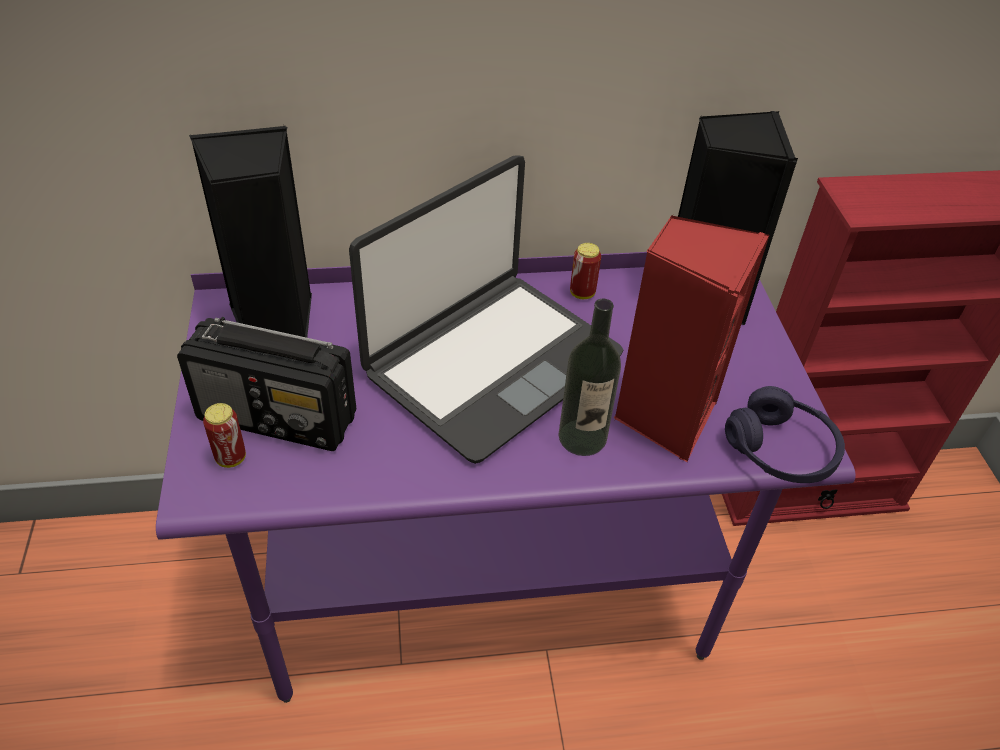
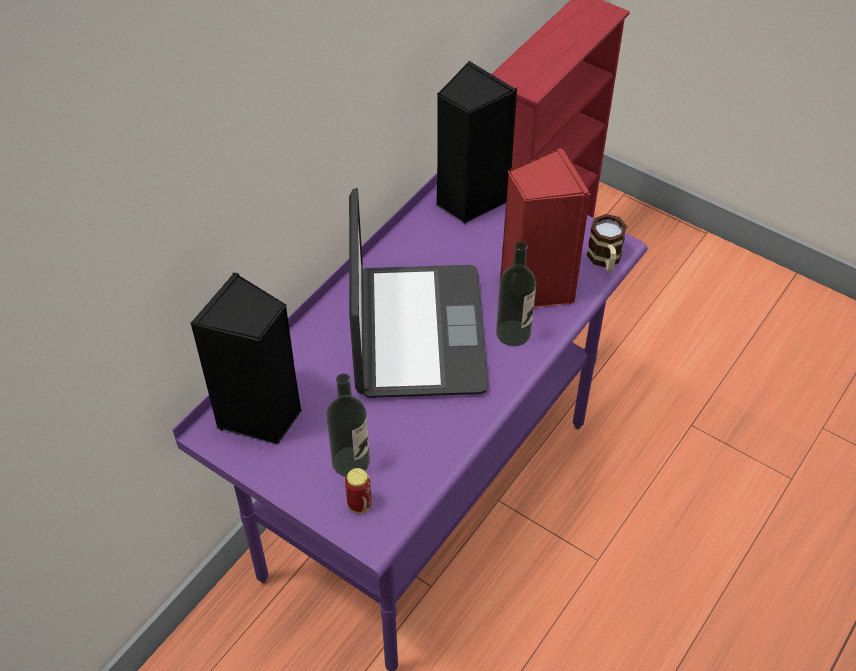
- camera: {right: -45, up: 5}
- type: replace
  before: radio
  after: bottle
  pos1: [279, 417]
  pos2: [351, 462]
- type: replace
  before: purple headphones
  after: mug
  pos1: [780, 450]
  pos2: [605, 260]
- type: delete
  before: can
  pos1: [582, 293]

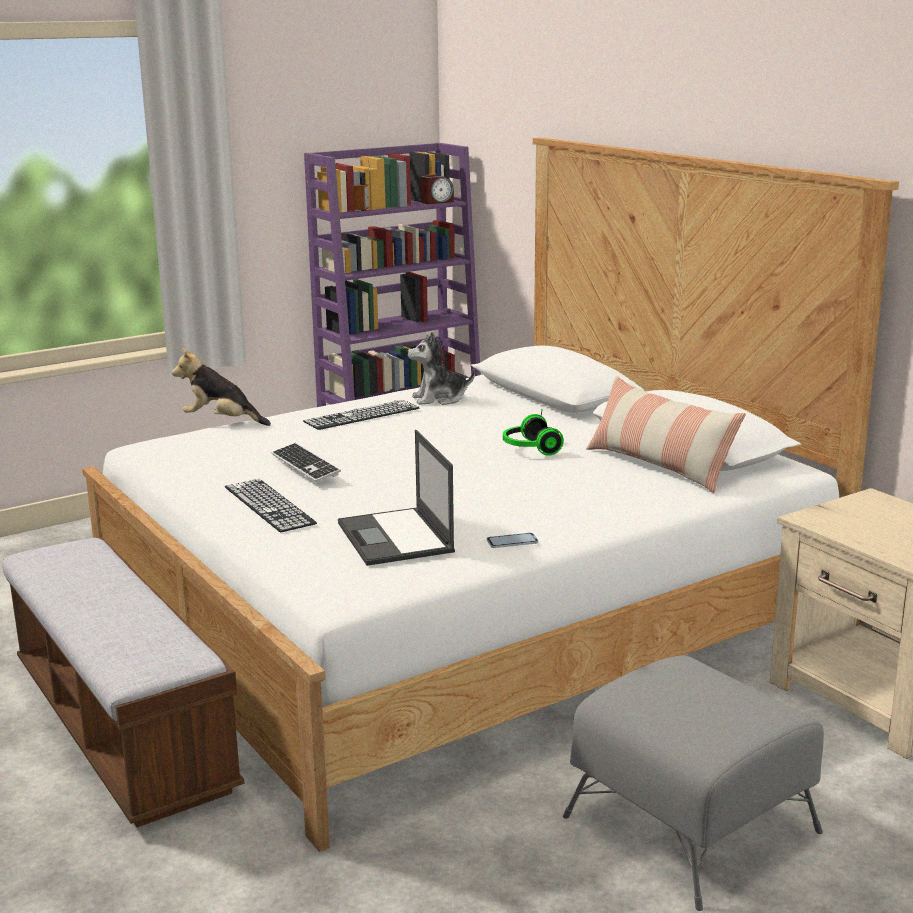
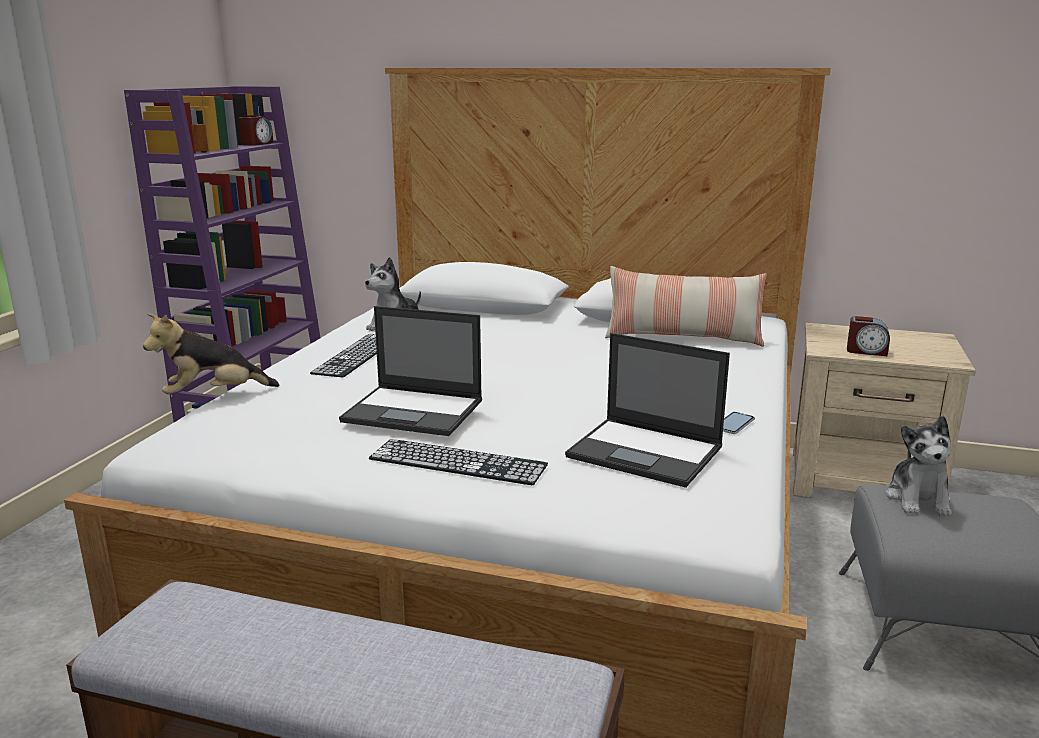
- camera: {right: -40, up: 0}
- type: replace
  before: keyboard
  after: laptop
  pos1: [305, 465]
  pos2: [415, 411]
- type: insert
  after: alarm clock
  pos2: [866, 351]
- type: insert
  after: plush toy
  pos2: [918, 499]
- type: delete
  before: headphones
  pos1: [529, 449]

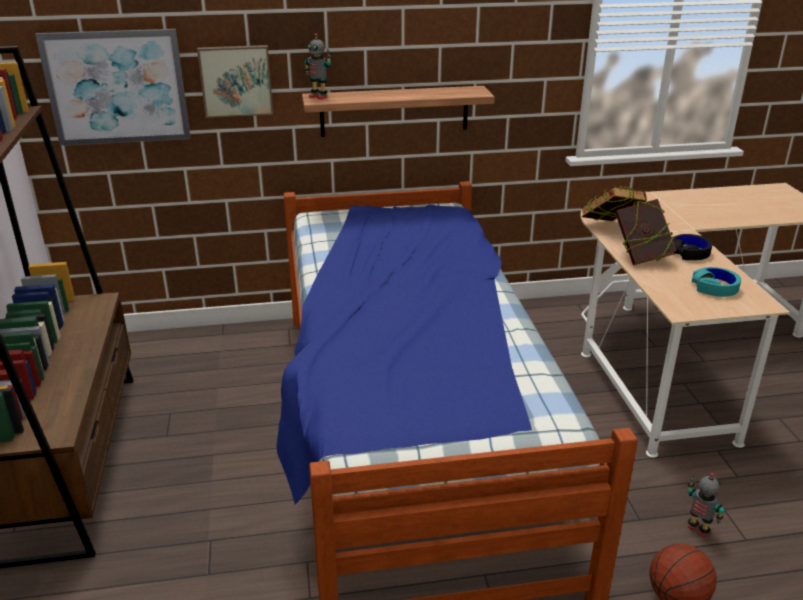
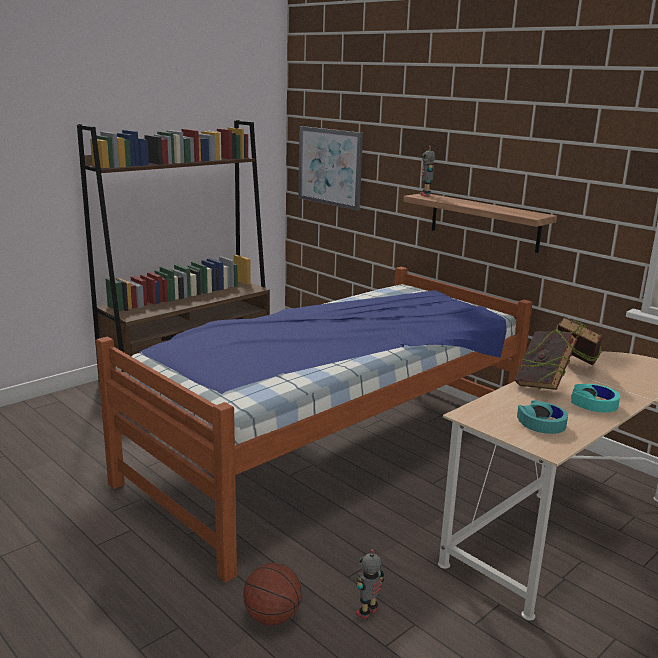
- camera: {right: 55, up: -10}
- type: rotate
  before: toy robot
  pos1: [698, 530]
  pos2: [368, 613]
  turn: -150
- type: recolor
  before: black headphones
  after: turquoise headphones
  pos1: [689, 253]
  pos2: [594, 404]
- type: delete
  before: picture
  pos1: [236, 80]

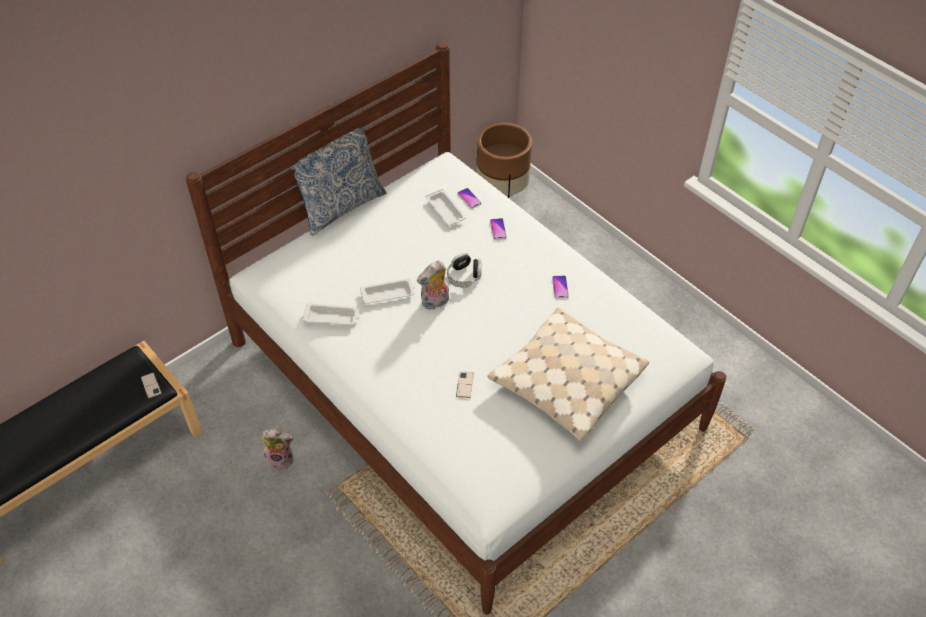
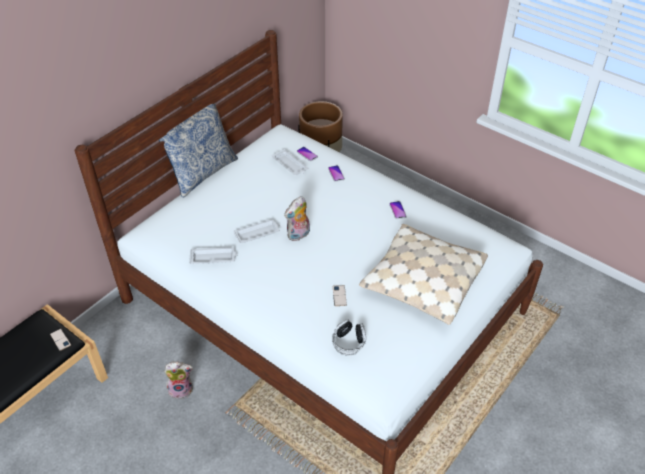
- camera: {right: -10, up: -5}
- type: move
  before: headphones
  pos1: [464, 276]
  pos2: [349, 342]

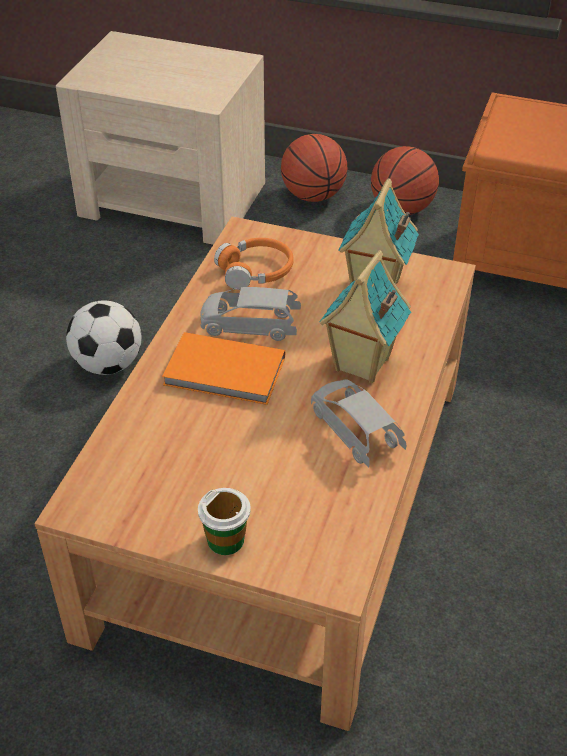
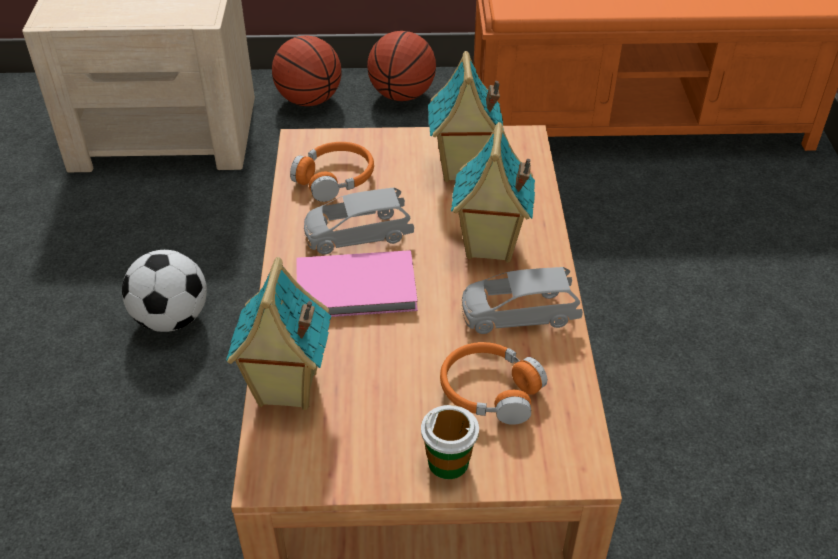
- camera: {right: -20, up: 0}
- type: insert
  after: toy house
  pos2: [286, 390]
- type: recolor
  before: orange book
  after: pink book
  pos1: [225, 373]
  pos2: [358, 290]
- type: insert
  after: orange headphones
  pos2: [490, 391]
- type: rotate
  before: grey toy car
  pos1: [355, 431]
  pos2: [518, 314]
  turn: -45

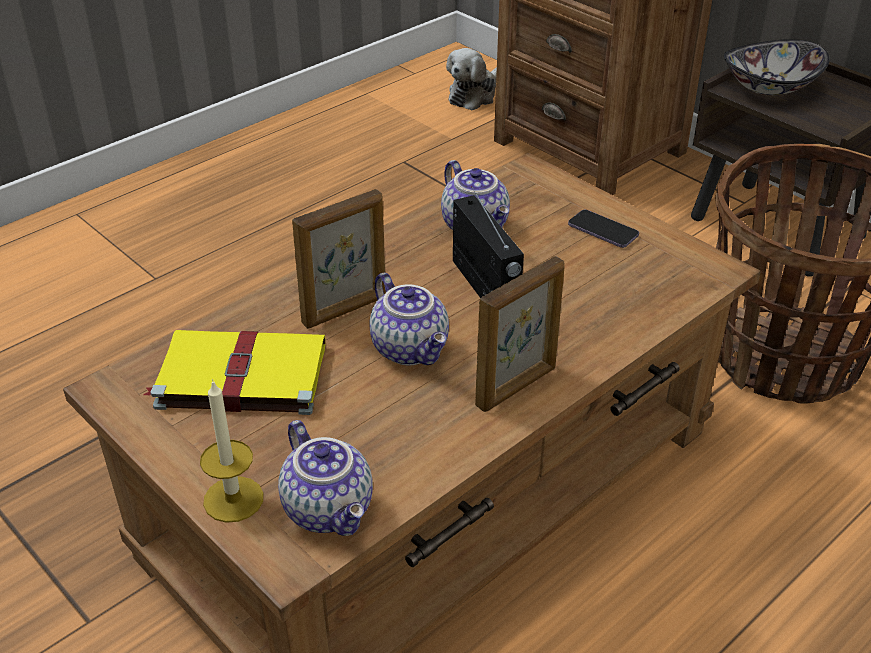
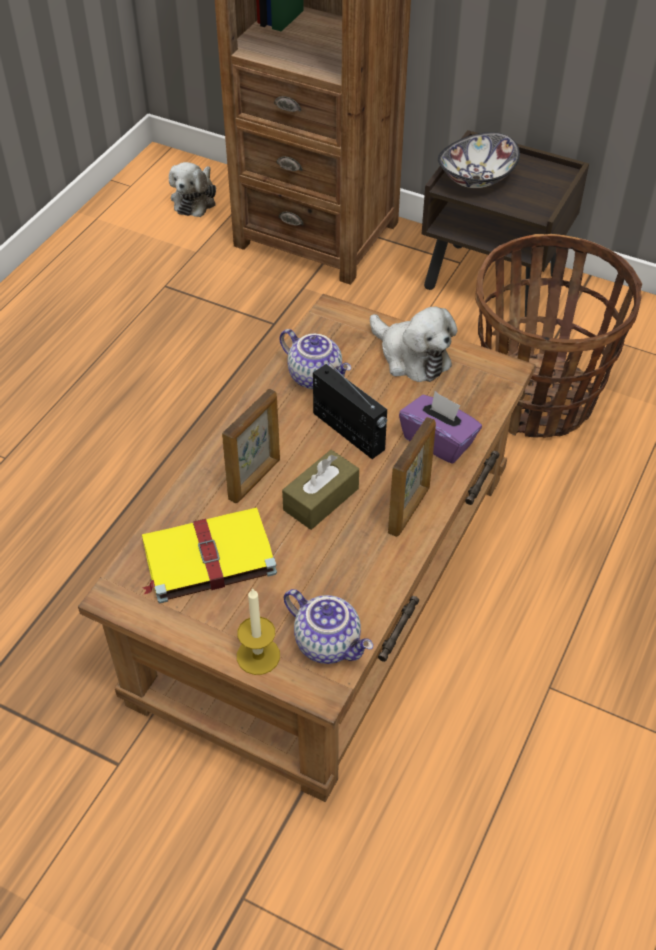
- camera: {right: -20, up: 10}
- type: replace
  before: teapot
  after: brown tissue box
  pos1: [412, 349]
  pos2: [321, 499]
- type: replace
  before: phone
  after: plush toy
  pos1: [603, 231]
  pos2: [411, 356]
- type: insert
  after: purple tissue box
  pos2: [438, 441]

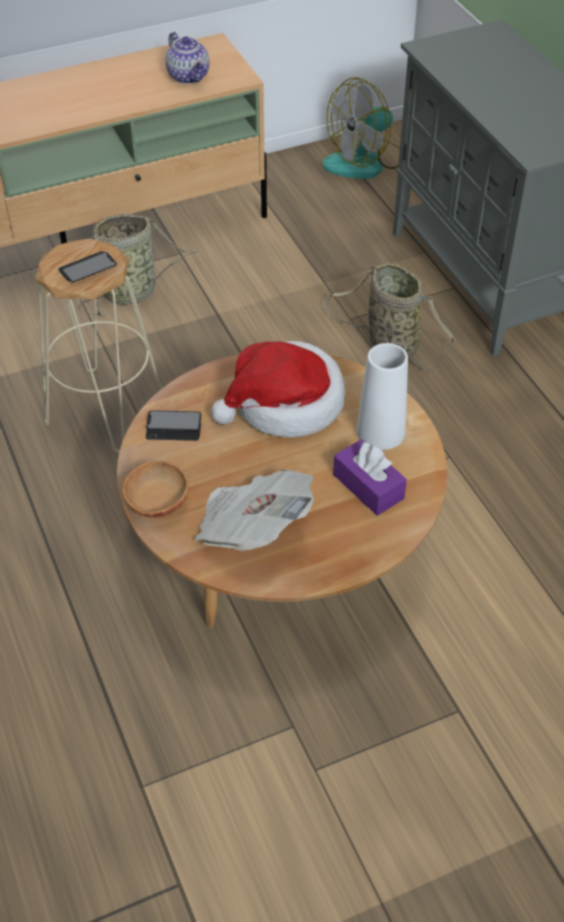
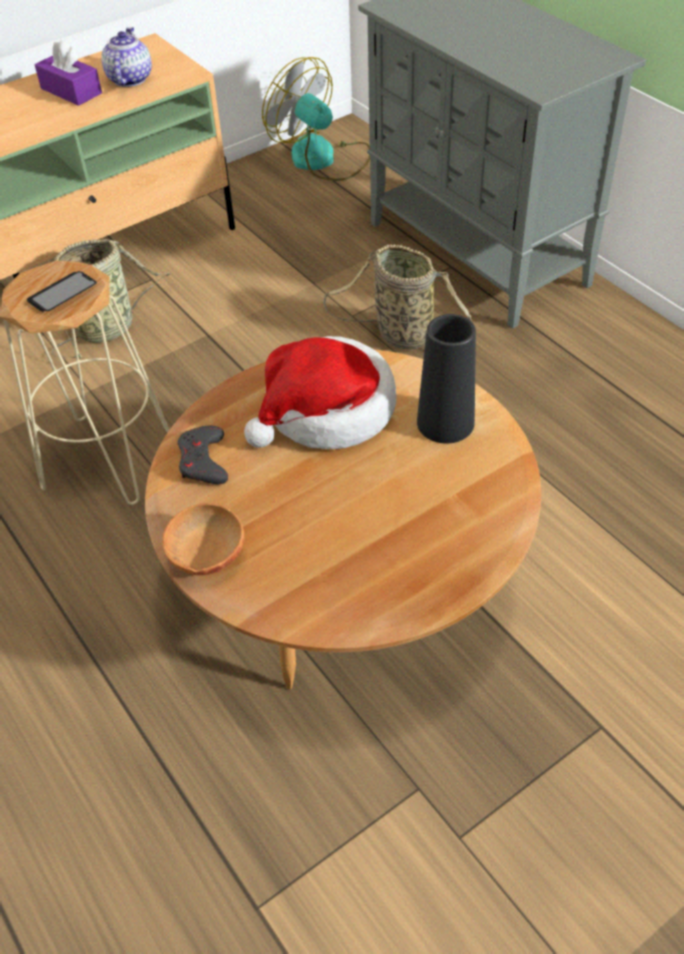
- camera: {right: -10, up: 0}
- type: move
  before: purple tissue box
  pos1: [368, 486]
  pos2: [71, 91]
- type: rotate
  before: teapot
  pos1: [189, 76]
  pos2: [129, 79]
  turn: -135
- type: replace
  before: phone
  after: grey game controller
  pos1: [173, 427]
  pos2: [203, 461]
- type: rotate
  before: fan
  pos1: [365, 162]
  pos2: [323, 159]
  turn: 90
- type: recolor
  before: white vase
  after: black vase
  pos1: [380, 432]
  pos2: [445, 422]
- type: delete
  before: newspaper
  pos1: [253, 528]

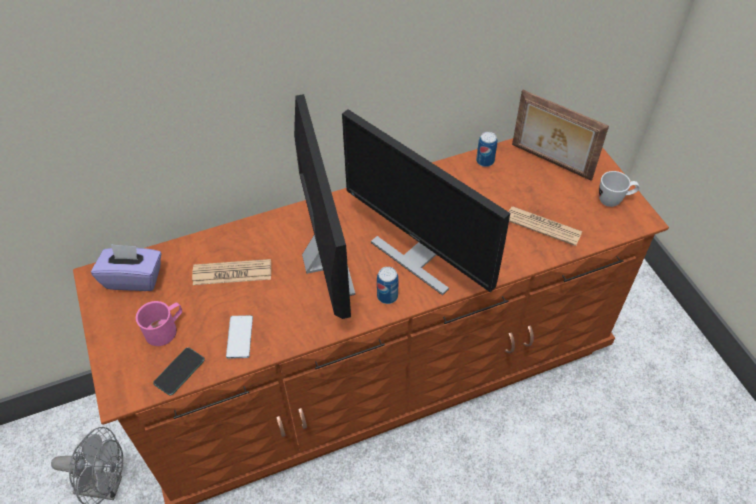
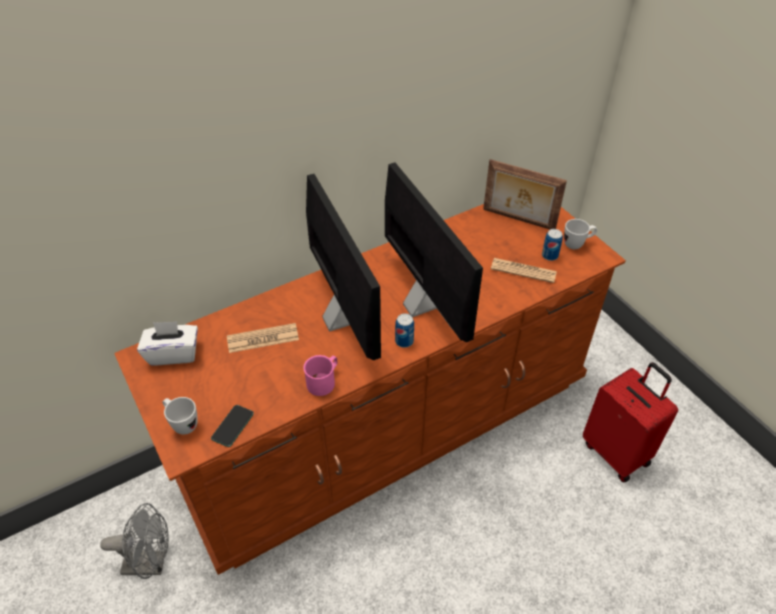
- camera: {right: -10, up: -5}
- type: recolor
  before: purple tissue box
  after: white tissue box
  pos1: [134, 278]
  pos2: [173, 353]
- type: insert
  after: white mug
  pos2: [182, 423]
- type: move
  before: pink mug
  pos1: [165, 329]
  pos2: [324, 381]
- type: rotate
  before: monitor
  pos1: [418, 255]
  pos2: [423, 305]
  turn: -150
- type: move
  before: can
  pos1: [485, 161]
  pos2: [549, 255]
- type: insert
  after: red suitcase
  pos2: [616, 452]
- type: delete
  before: phone
  pos1: [239, 337]

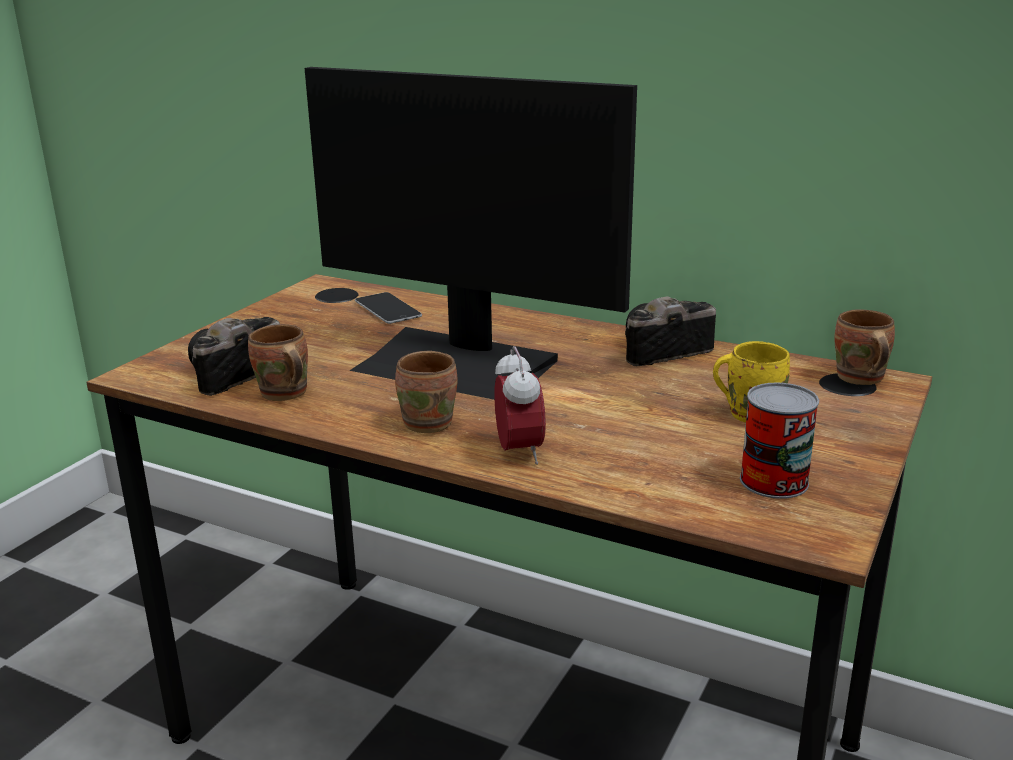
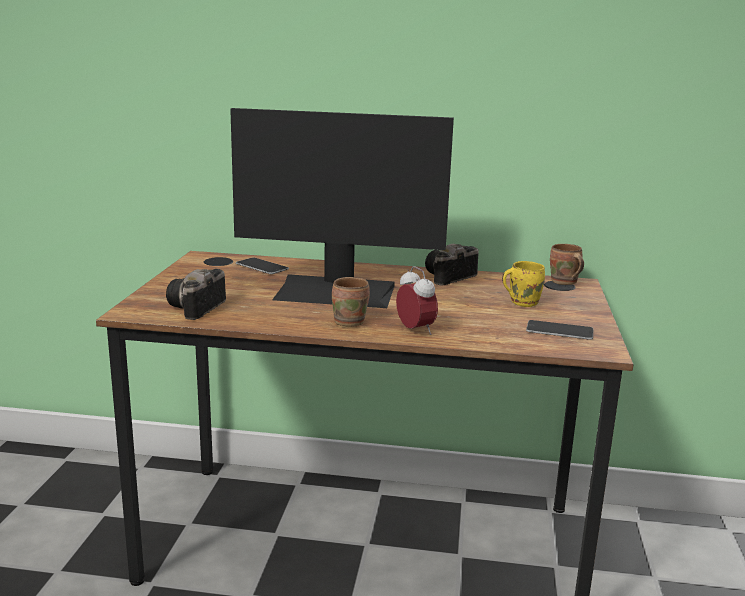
- camera: {right: -20, up: -5}
- type: replace
  before: can
  after: phone
  pos1: [774, 481]
  pos2: [559, 330]
- type: delete
  before: brown mug
  pos1: [283, 395]

